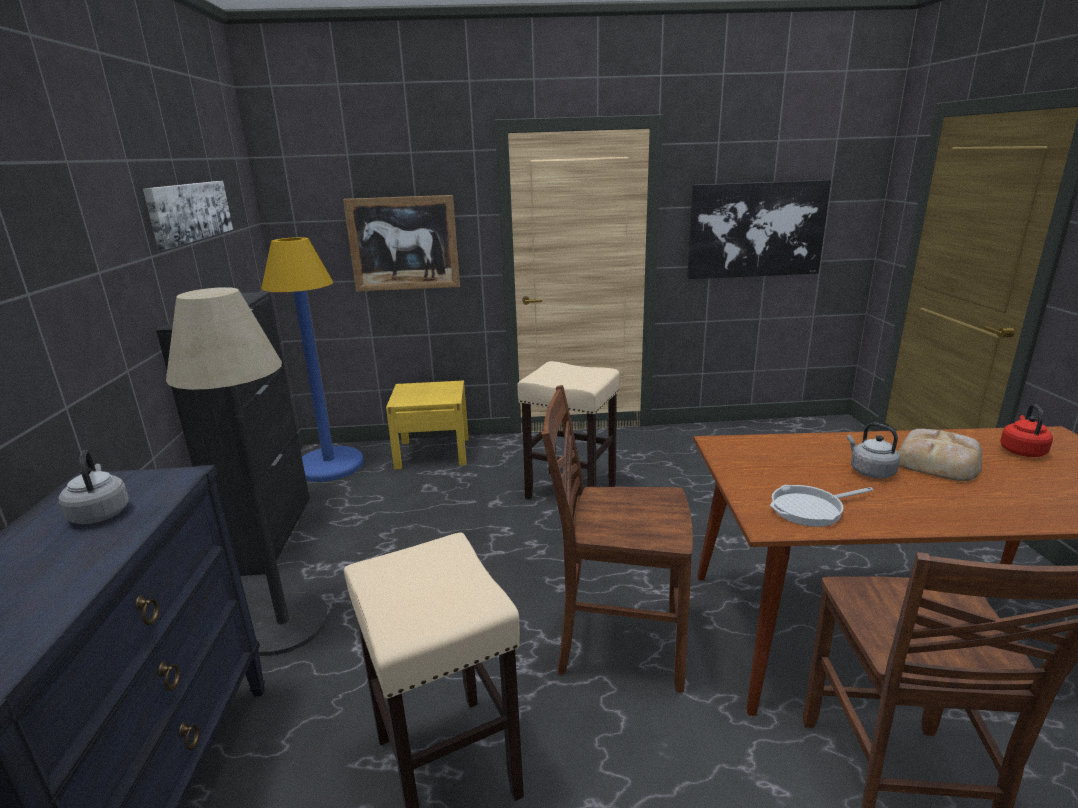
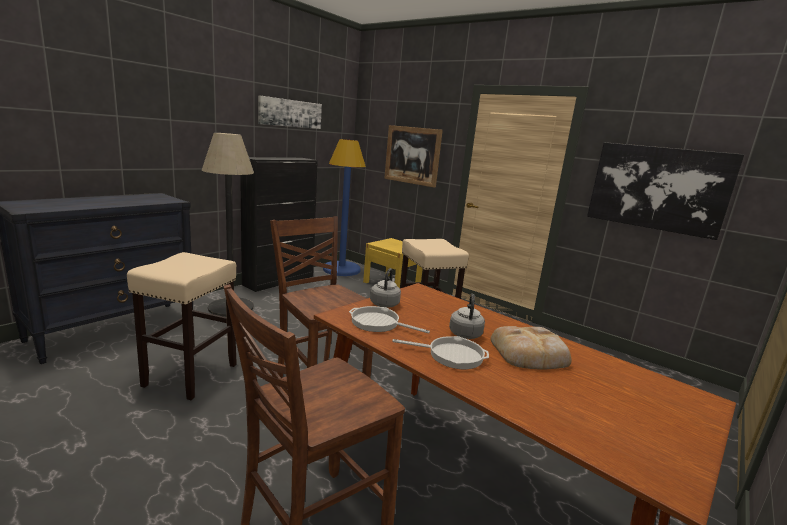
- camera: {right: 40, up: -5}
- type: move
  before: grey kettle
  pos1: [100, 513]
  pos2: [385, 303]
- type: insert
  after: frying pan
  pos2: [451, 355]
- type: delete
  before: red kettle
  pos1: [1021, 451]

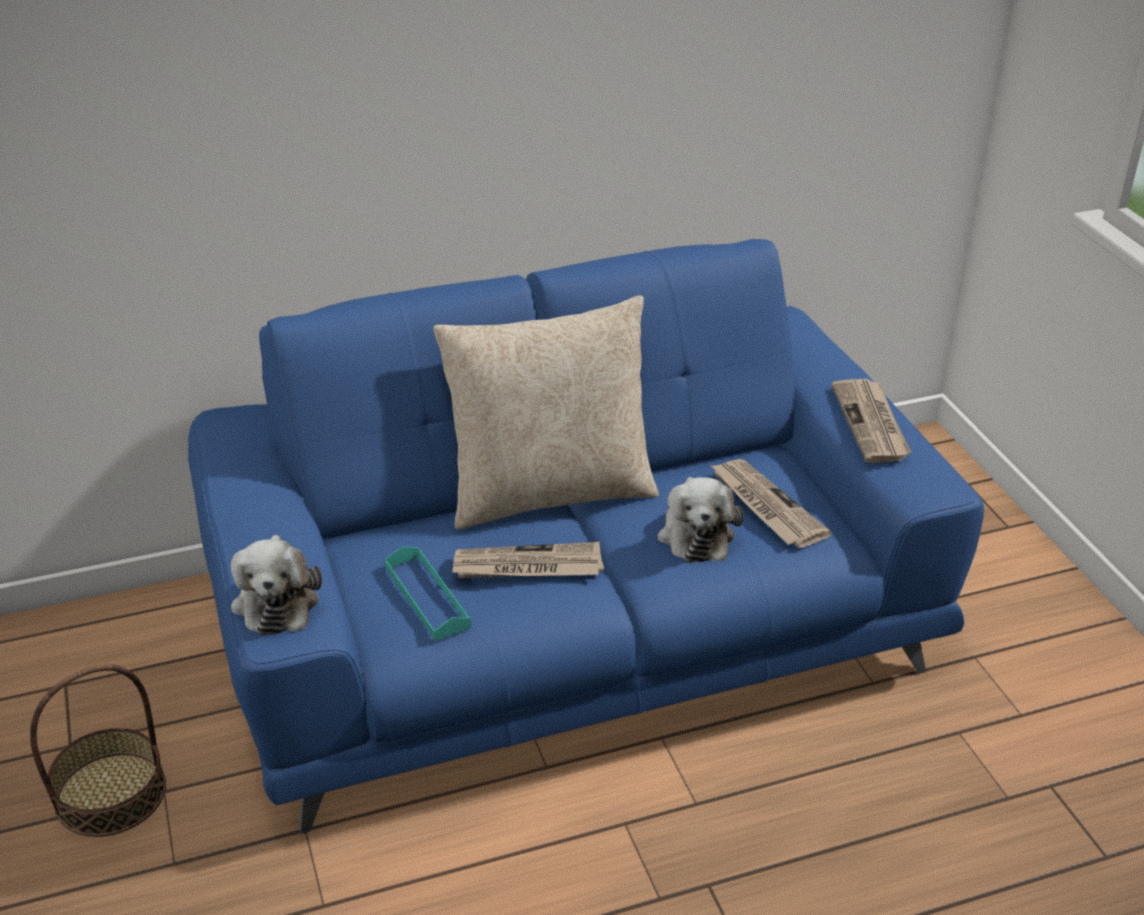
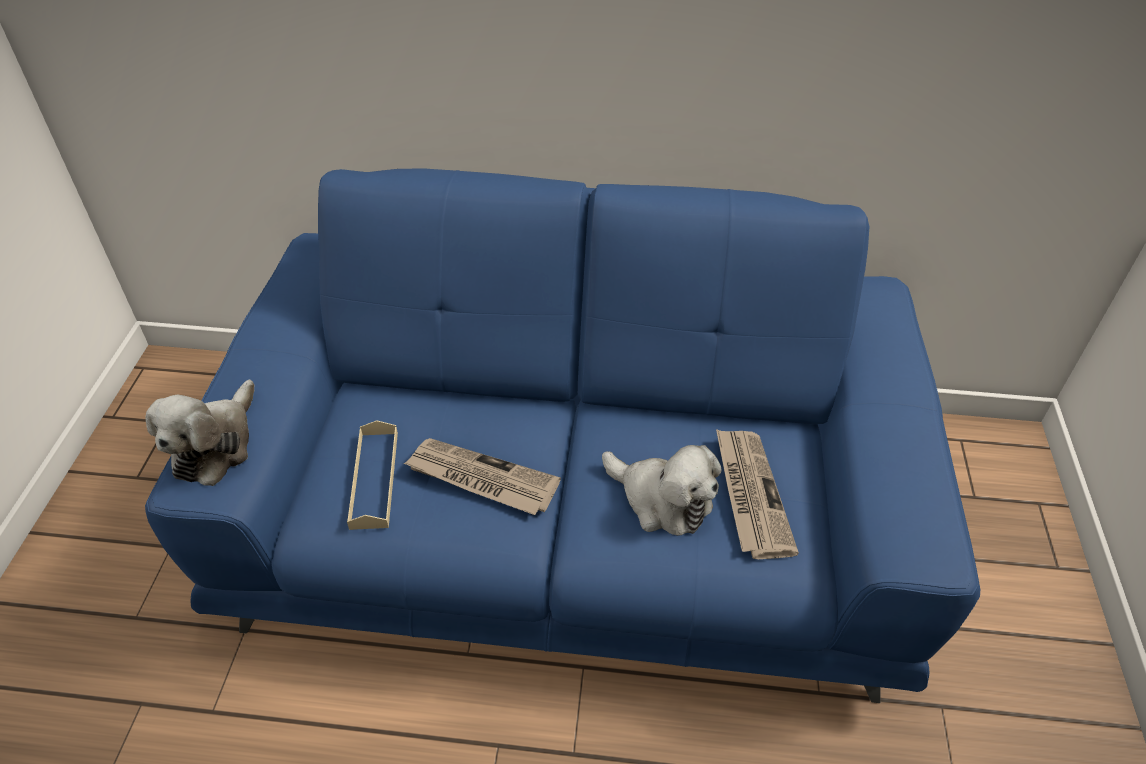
- camera: {right: 25, up: 10}
- type: recolor
  before: turquoise tray
  after: beige tray
  pos1: [427, 597]
  pos2: [374, 479]
- type: rotate
  before: plush toy
  pos1: [695, 533]
  pos2: [661, 500]
  turn: -75
- type: delete
  before: basket
  pos1: [111, 793]
- type: delete
  before: beige pillow
  pos1: [550, 492]
- type: delete
  before: newspaper
  pos1: [871, 424]

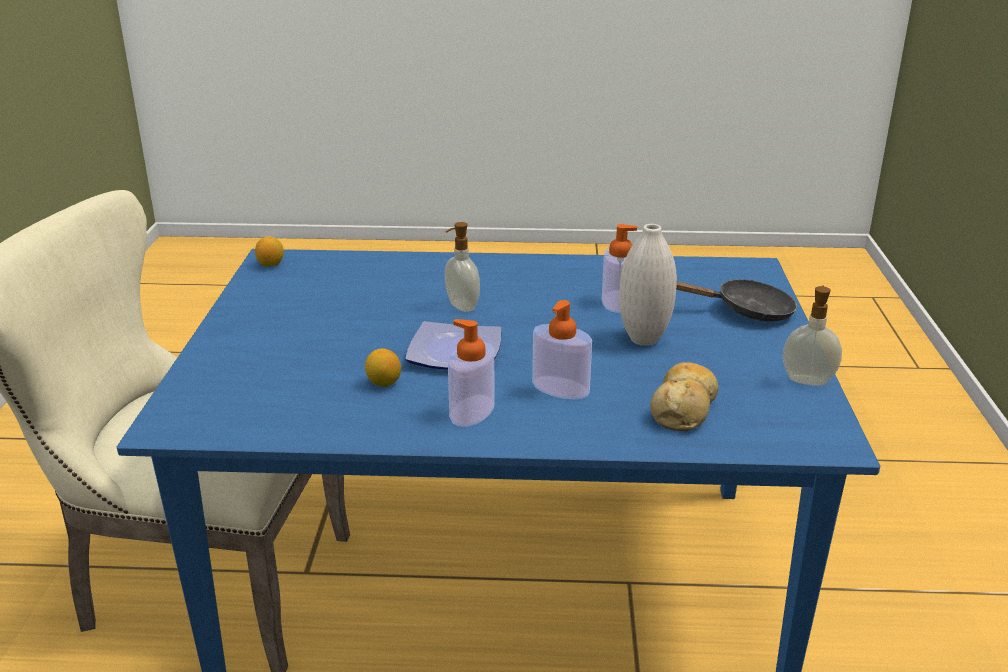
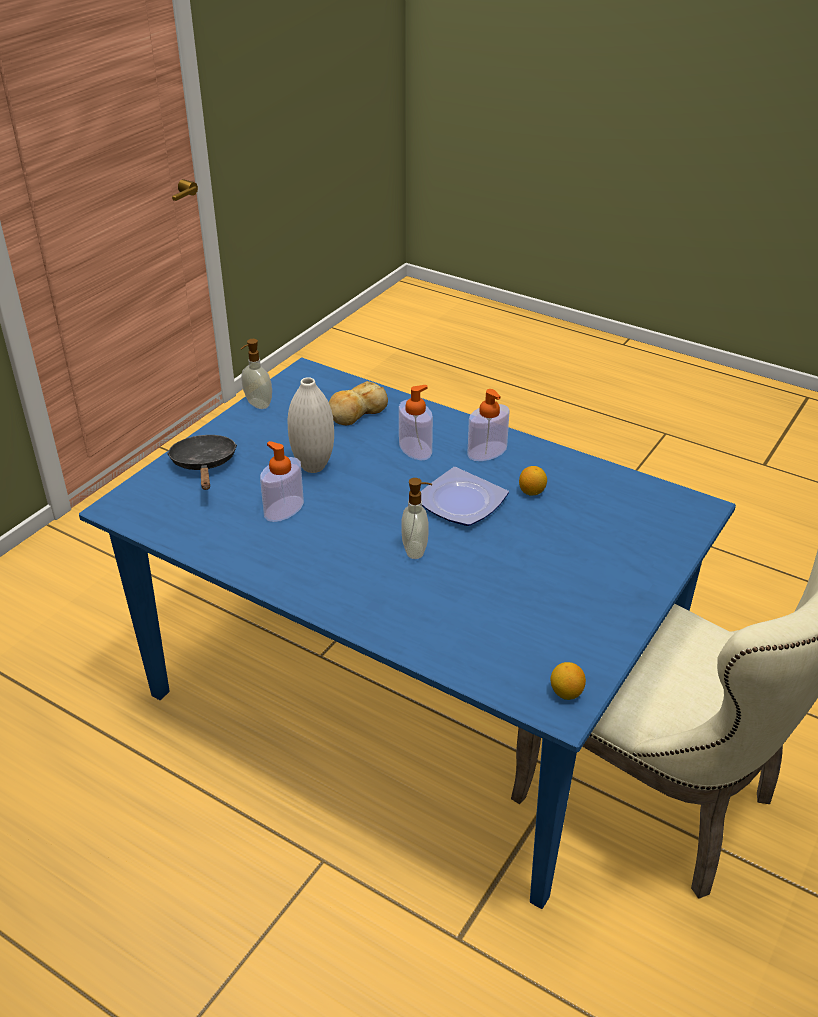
- camera: {right: -150, up: 10}
- type: rotate
  before: black frying pan
  pos1: [746, 311]
  pos2: [204, 465]
  turn: 45

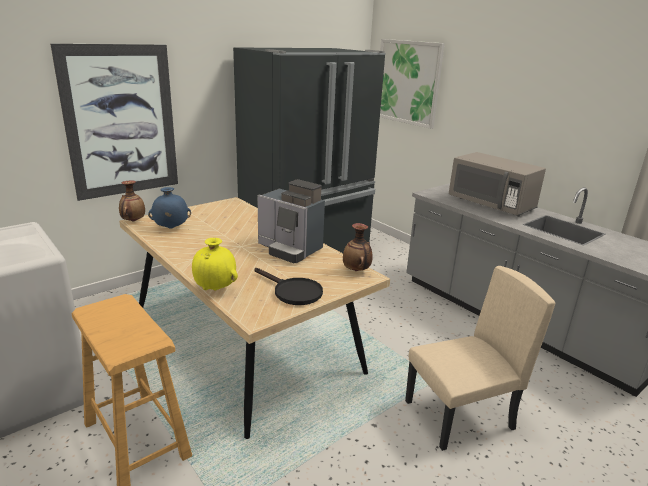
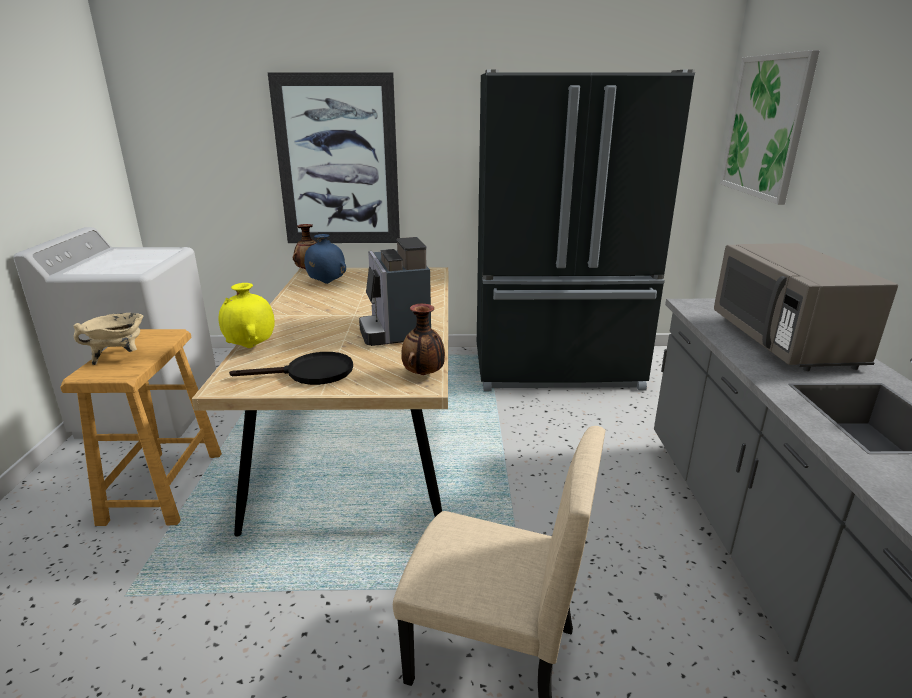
- camera: {right: 40, up: 0}
- type: insert
  after: beige cooking pot
  pos2: [119, 357]
- type: rotate
  before: black frying pan
  pos1: [292, 292]
  pos2: [310, 373]
  turn: -90

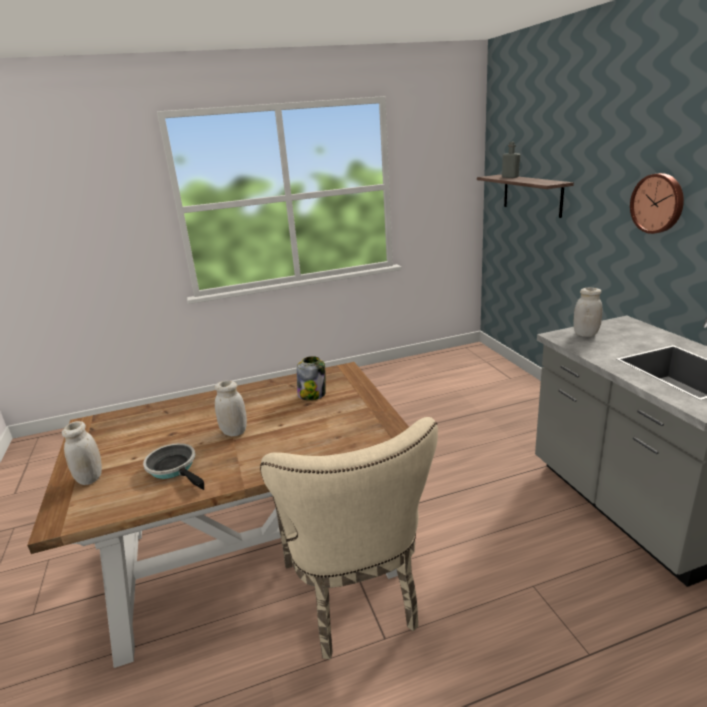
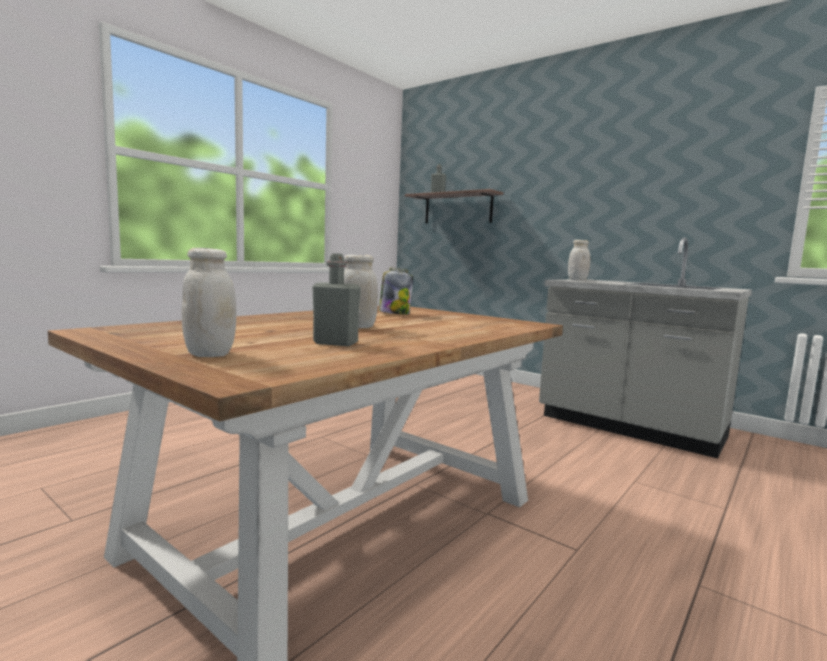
- camera: {right: -35, up: -15}
- type: replace
  before: frying pan
  after: grey bottle
  pos1: [174, 468]
  pos2: [335, 343]
- type: delete
  before: beige chair
  pos1: [356, 600]
- type: delete
  before: wall clock
  pos1: [658, 203]

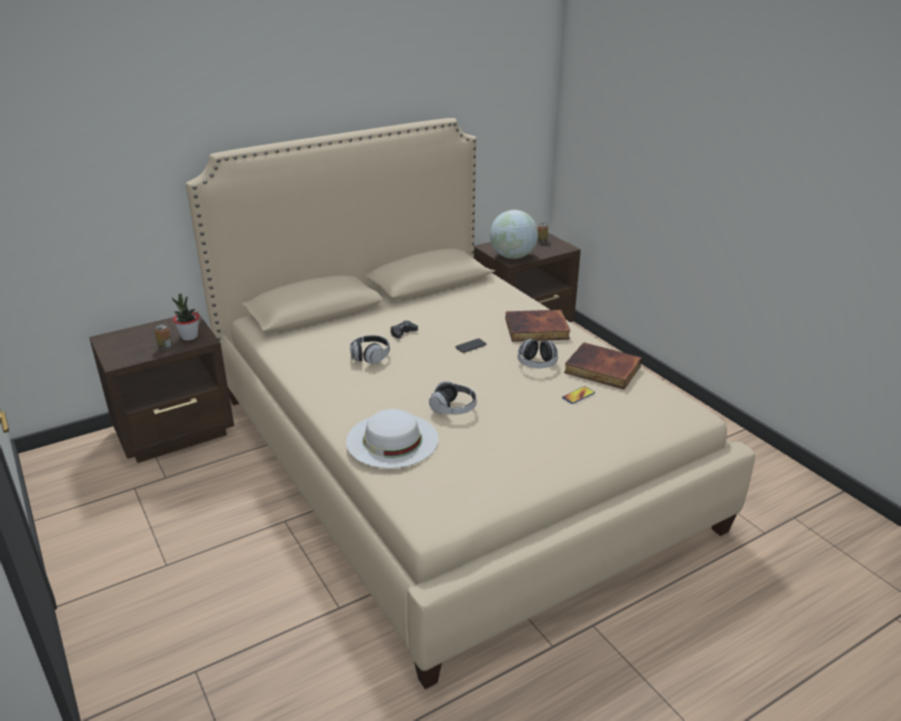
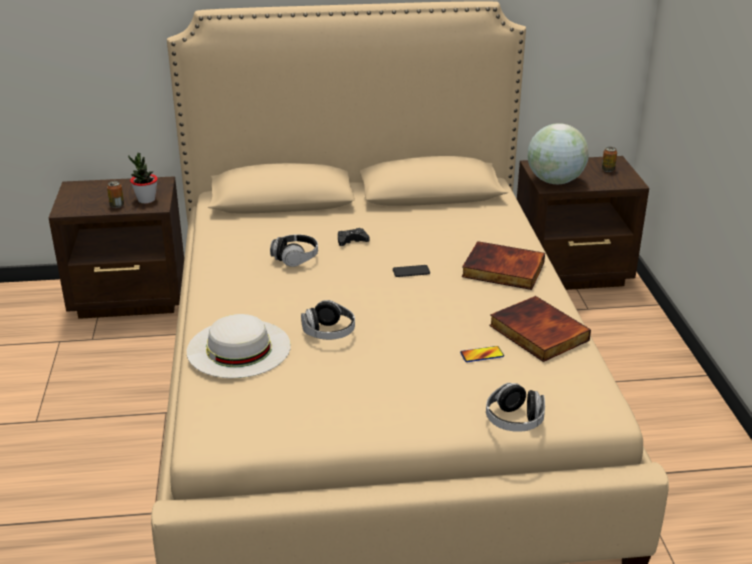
- camera: {right: 25, up: 0}
- type: move
  before: headphones
  pos1: [537, 364]
  pos2: [514, 421]

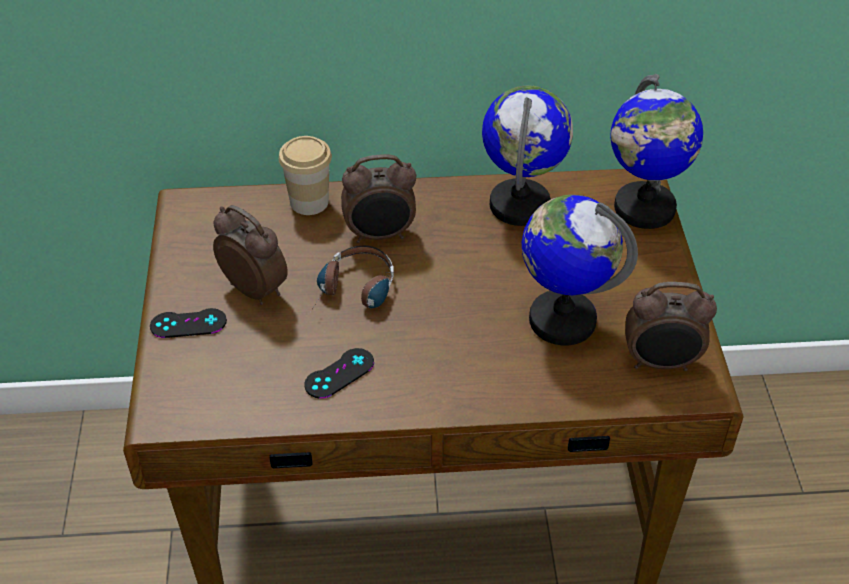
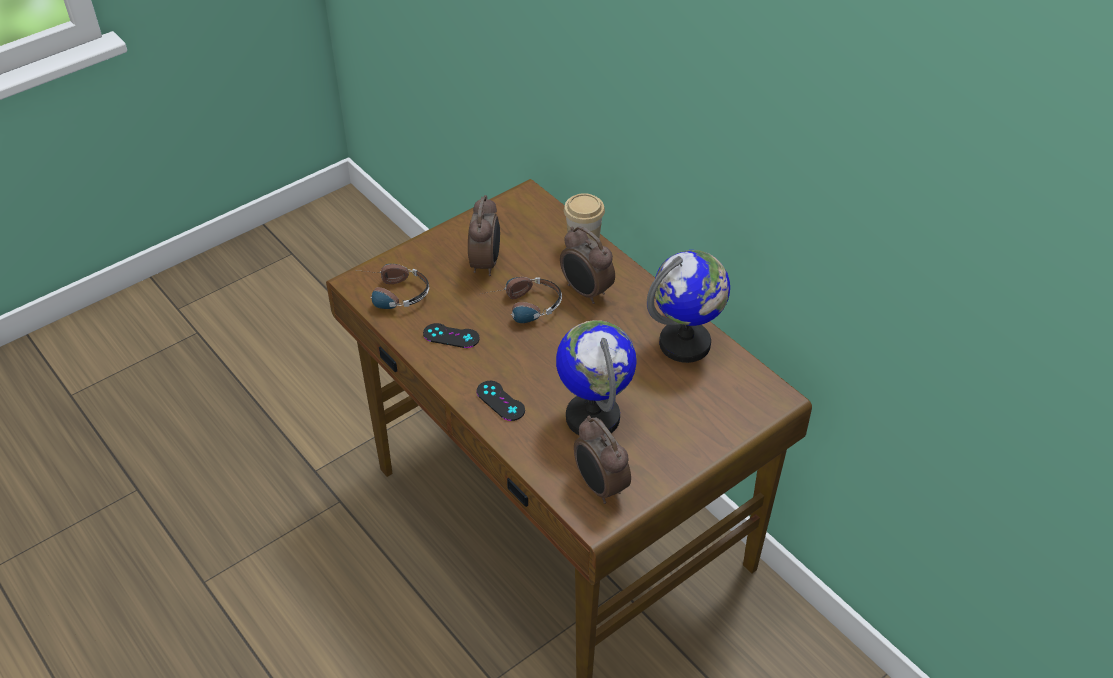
- camera: {right: 55, up: 0}
- type: insert
  after: headphones
  pos2: [390, 294]
- type: move
  before: black game controller
  pos1: [188, 323]
  pos2: [500, 401]
- type: delete
  before: globe
  pos1: [644, 208]

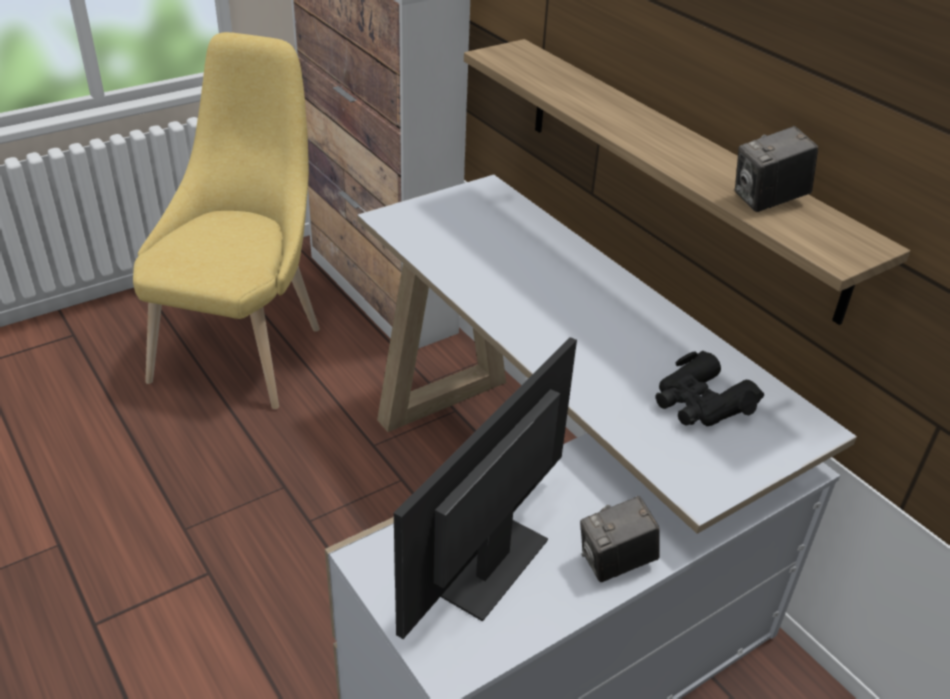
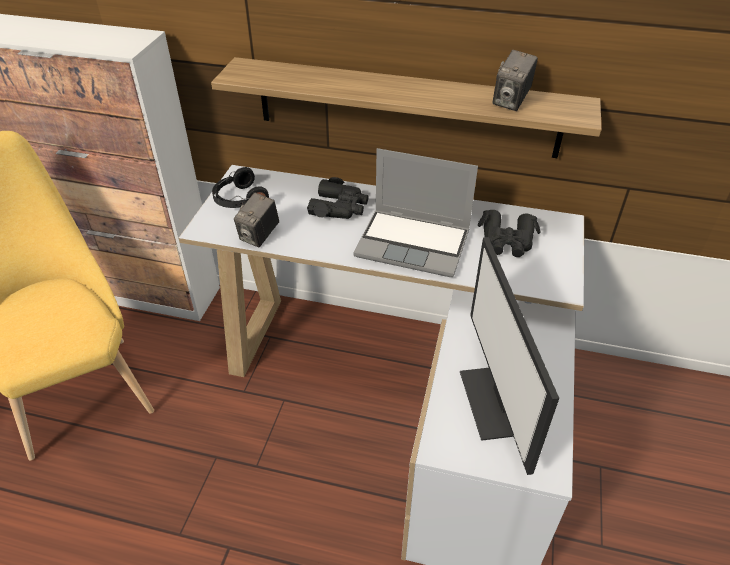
- camera: {right: -40, up: 5}
- type: insert
  after: black headphones
  pos2: [239, 200]
- type: move
  before: photo camera
  pos1: [615, 563]
  pos2: [259, 236]
- type: insert
  after: black binoculars
  pos2: [339, 207]
- type: insert
  after: laptop
  pos2: [414, 243]

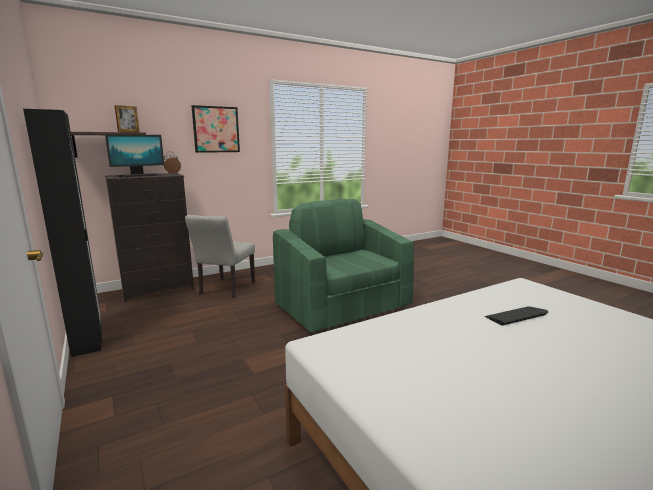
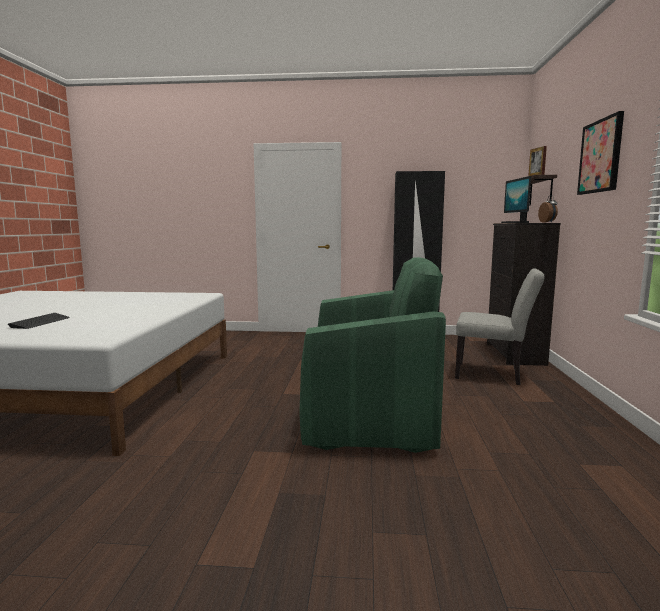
- camera: {right: 125, up: -5}
- type: move
  before: keyboard
  pos1: [516, 316]
  pos2: [40, 322]
- type: rotate
  before: grey chair
  pos1: [225, 289]
  pos2: [494, 374]
  turn: 150

